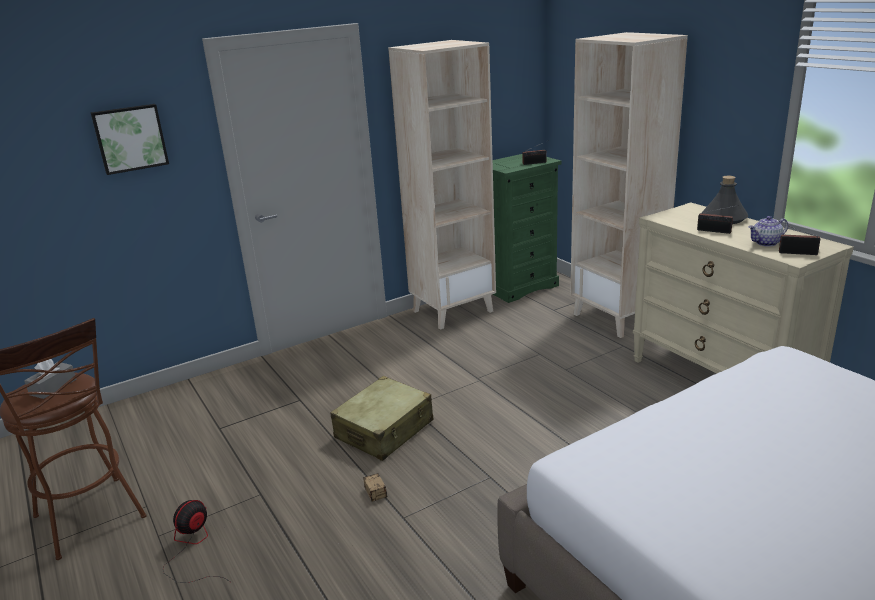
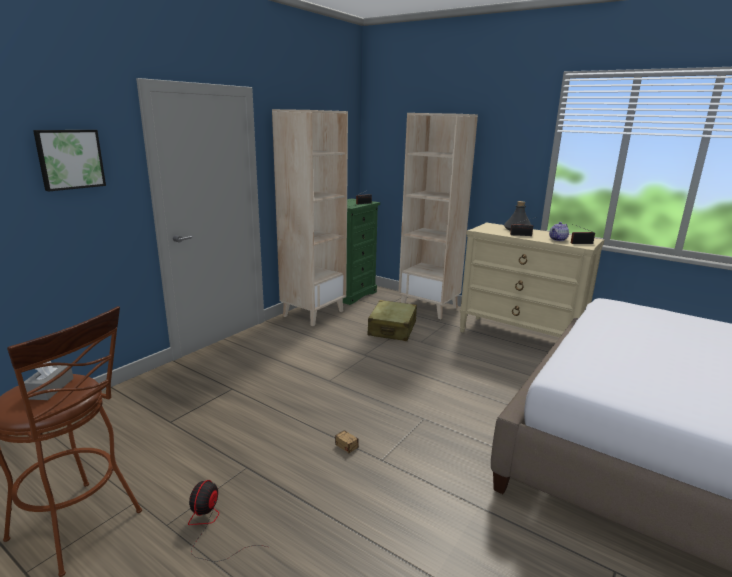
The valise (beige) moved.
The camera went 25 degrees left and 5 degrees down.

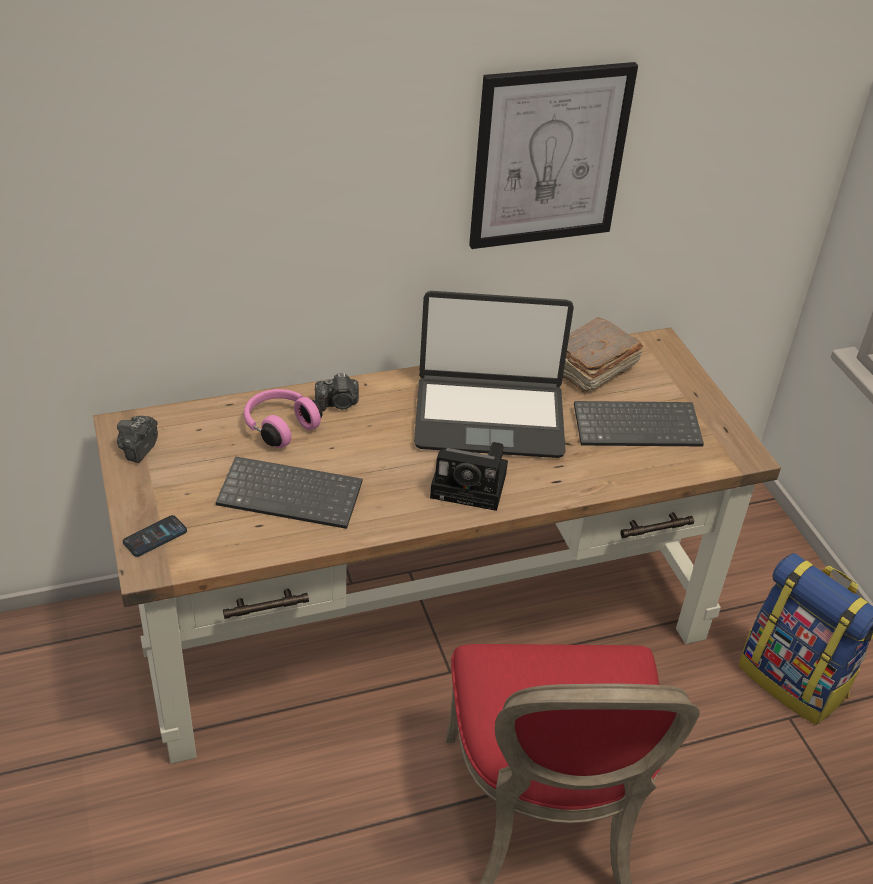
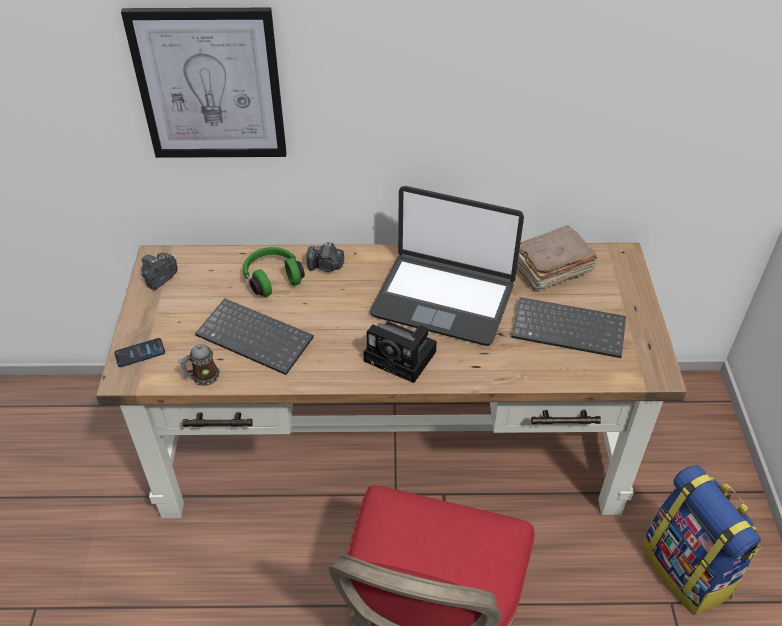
The tableau moved.
The mug appeared.
The casque audio (rose) became the casque audio (vert).
The camera went 20 degrees right and 5 degrees up.

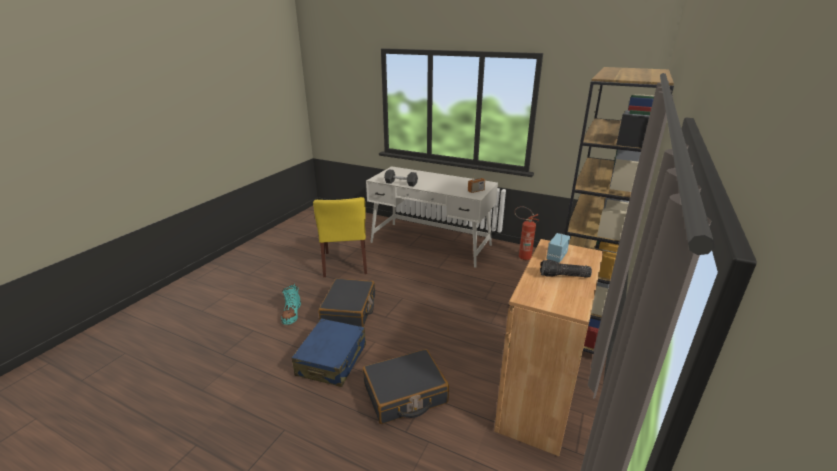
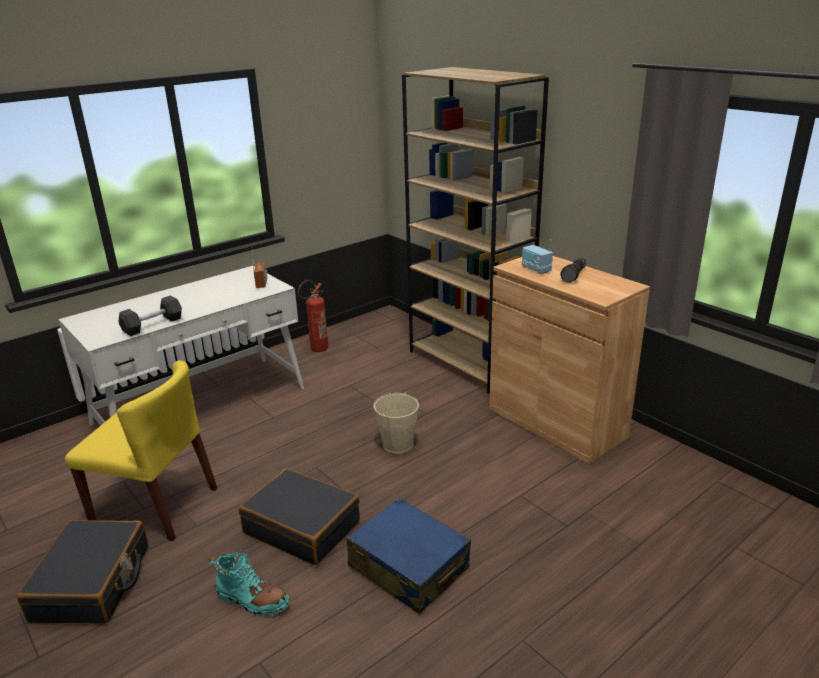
The valise (noir) (no. 2 from left in the first image) moved.
The seau (beige) appeared.
The camera went 65 degrees left and 0 degrees up.

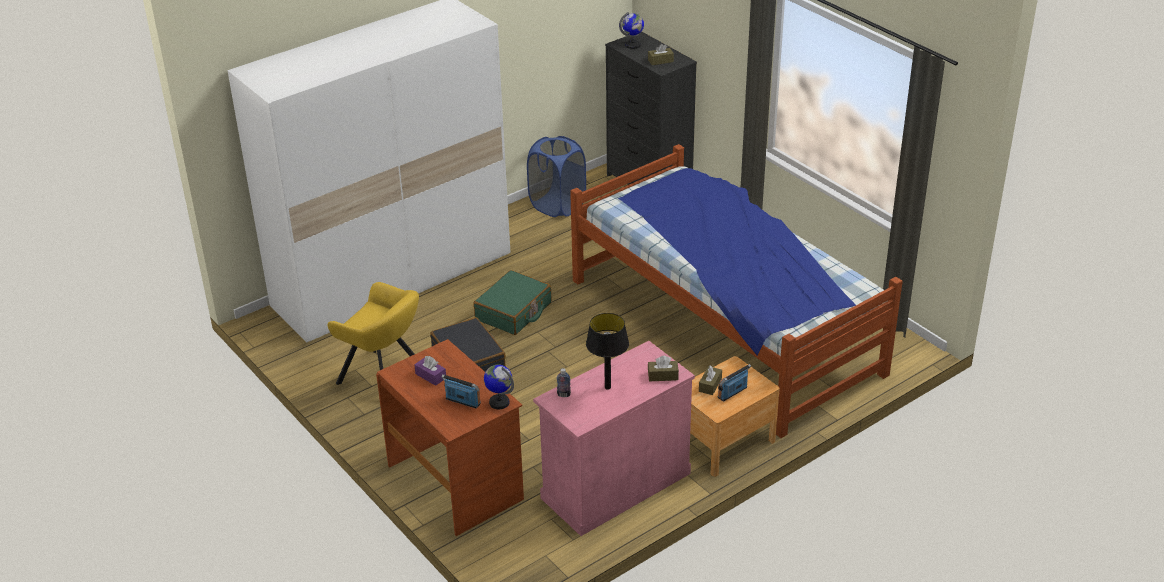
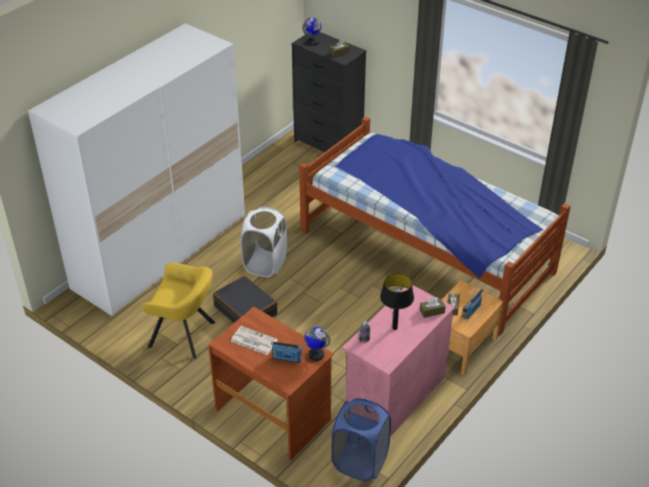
The boîte à mouchoirs (violet) was replaced by the journal.
The valise (vert) was replaced by the panier à linge (blanc).
The panier à linge (bleu) moved.
The camera went 15 degrees left and 5 degrees up.

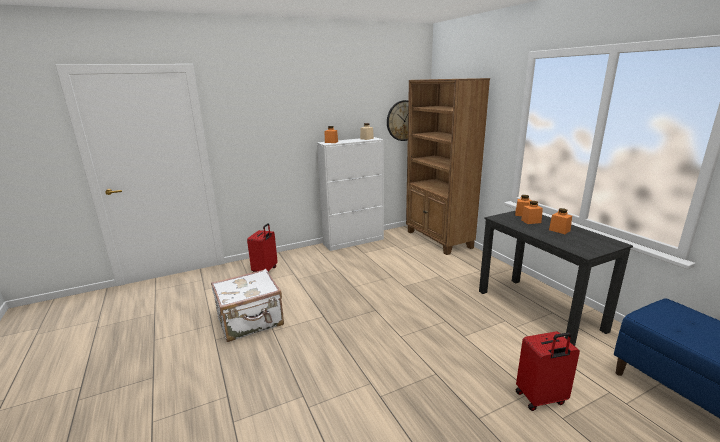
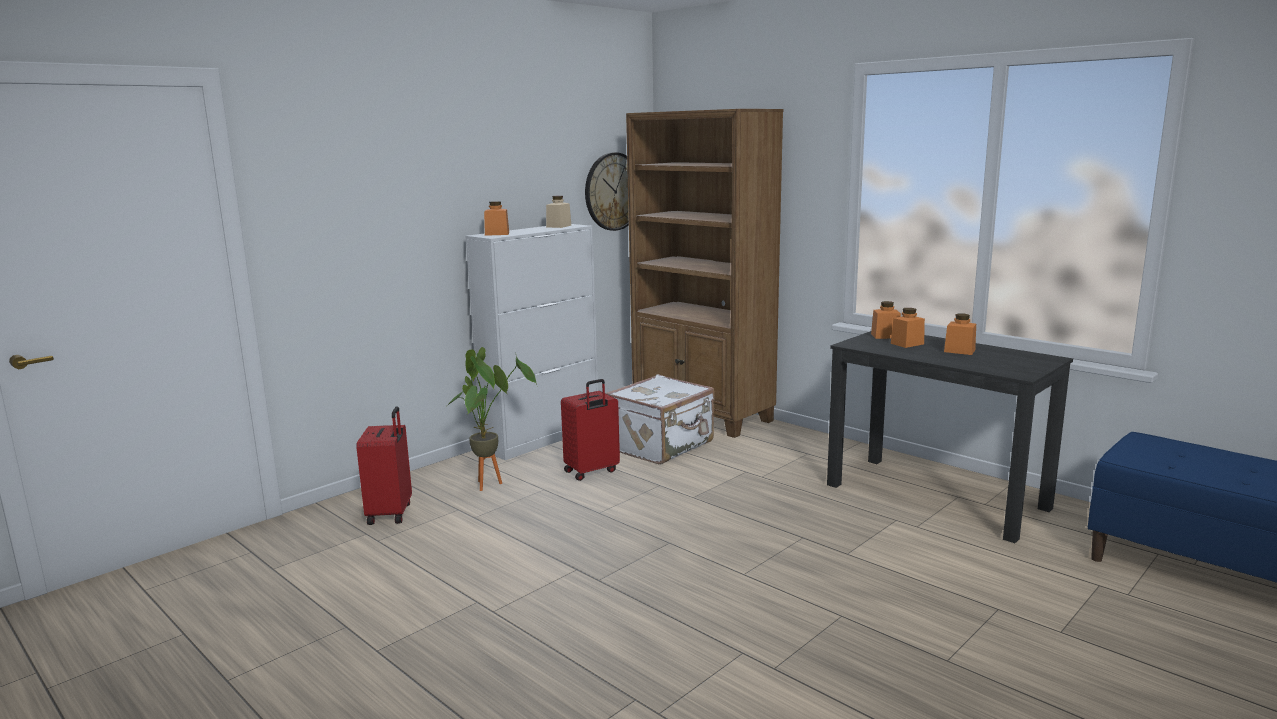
The plante en pot appeared.
The valise (rouge) (no. 2 from left) moved.
The valise (blanc) moved.
The camera went 20 degrees left and 5 degrees down.

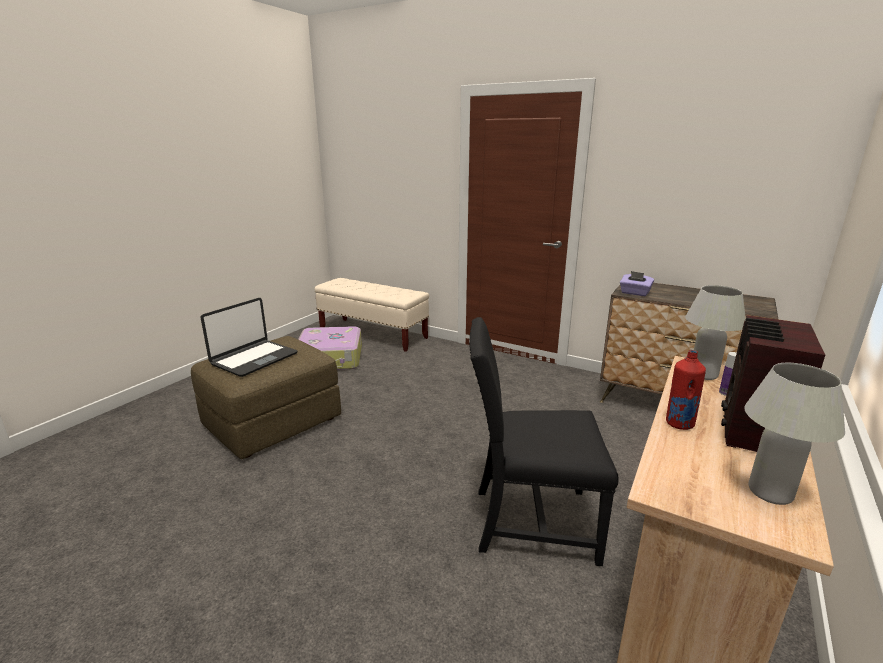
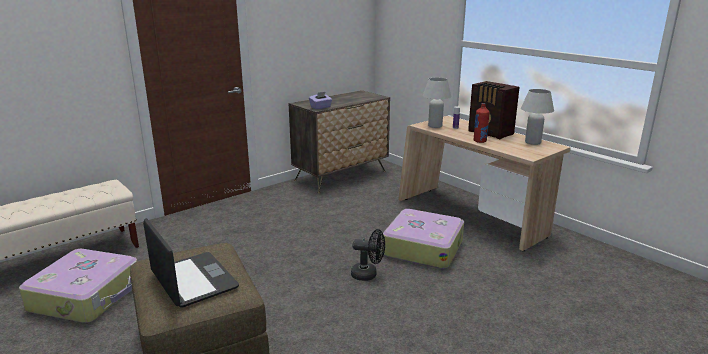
The ventilateur (noir) appeared.
The chaise (noir) was replaced by the valise (no. 2 from left).
The camera went 70 degrees left and 0 degrees up.

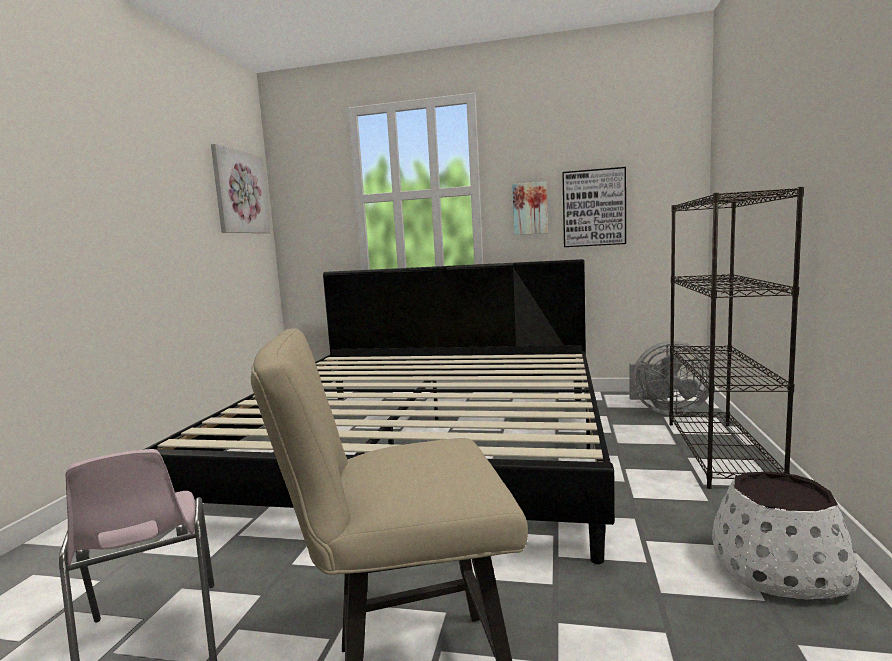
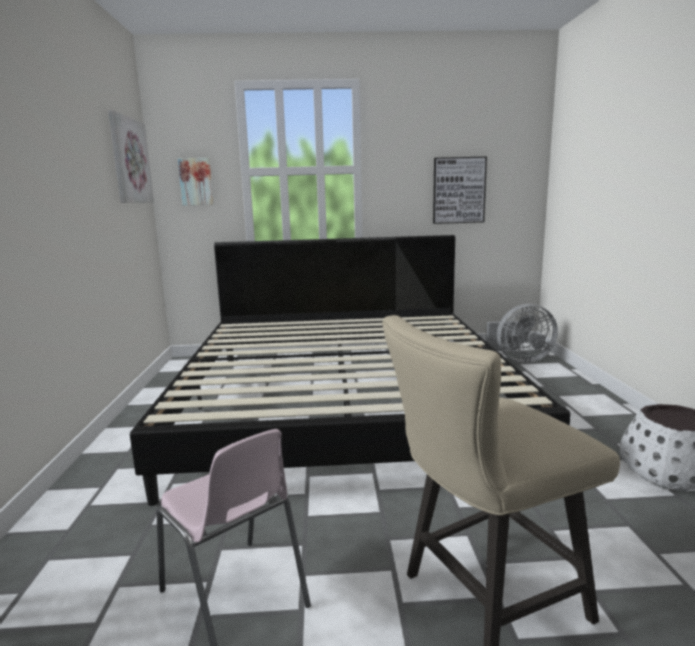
The tableau (no. 2 from left) moved.
The bibliothèque (noir) disappeared.
The camera went 15 degrees left and 5 degrees up.

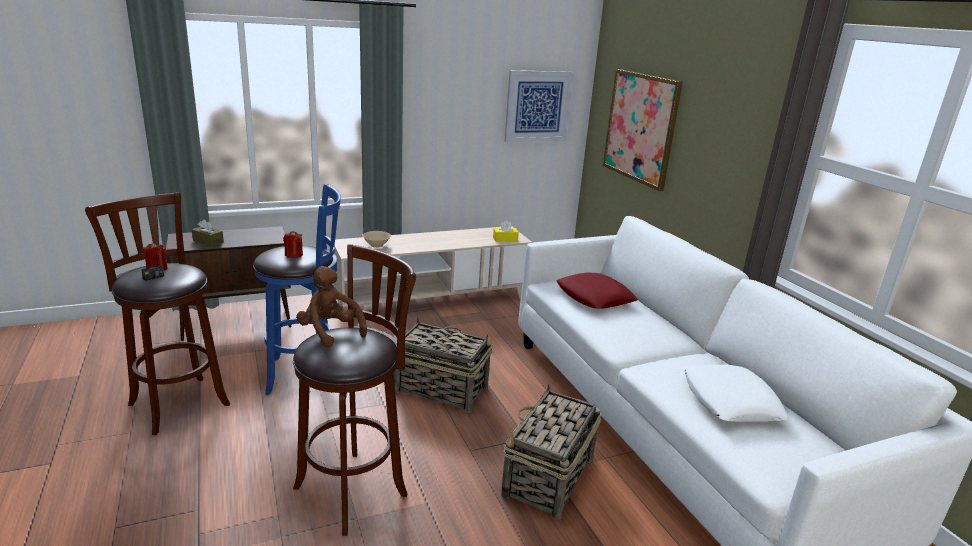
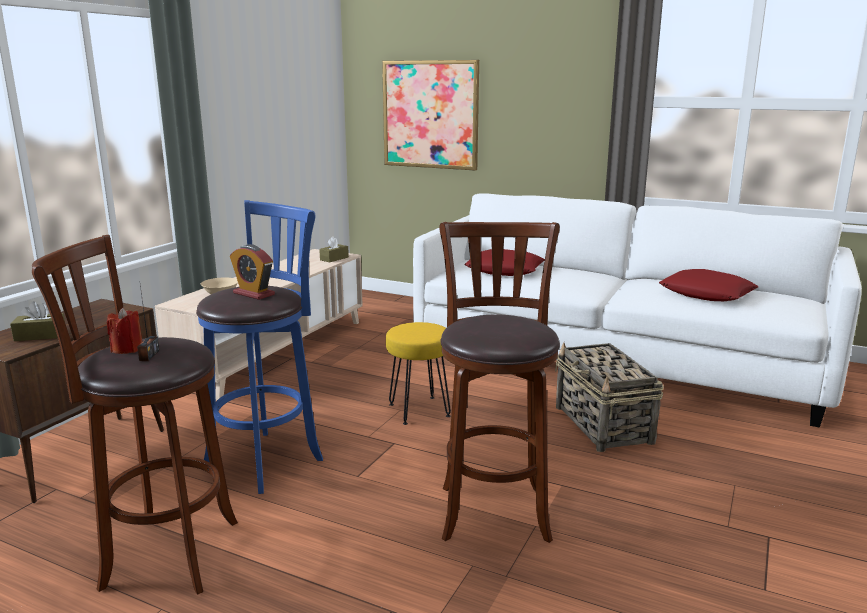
The bougie (rouge) (no. 2 from left) was replaced by the réveil.
The boîte à mouchoirs (jaune) became the boîte à mouchoirs (marron) (no. 2 from left).
The panier (no. 1 from left) was replaced by the tabouret (jaune).
The coussin (blanc) became the coussin (rouge) (no. 2 from left).
The peluche (marron) disappeared.
The tableau (no. 1 from left) disappeared.
The camera went 40 degrees left and 5 degrees down.

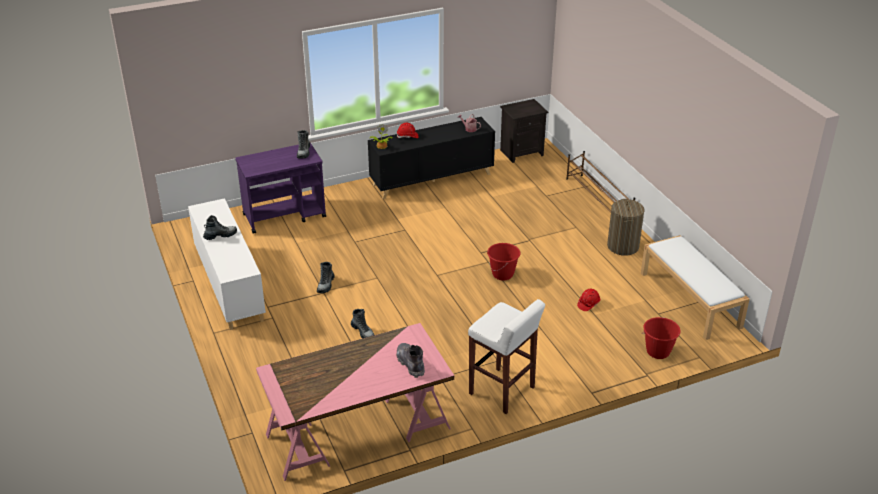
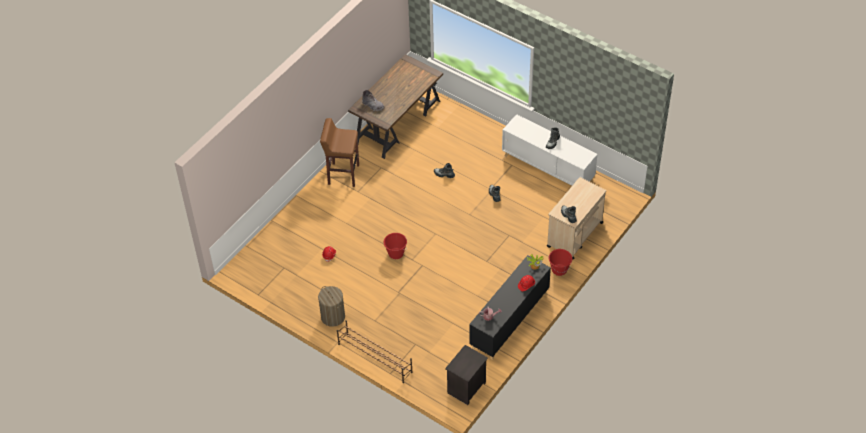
The tabouret (blanc) became the tabouret (marron).
The bureau (rose) became the bureau (marron).
The chariot (violet) became the chariot (beige).
The seau (rouge) (no. 2 from left) moved.
The banc (blanc) disappeared.
The camera went 150 degrees right and 15 degrees up.

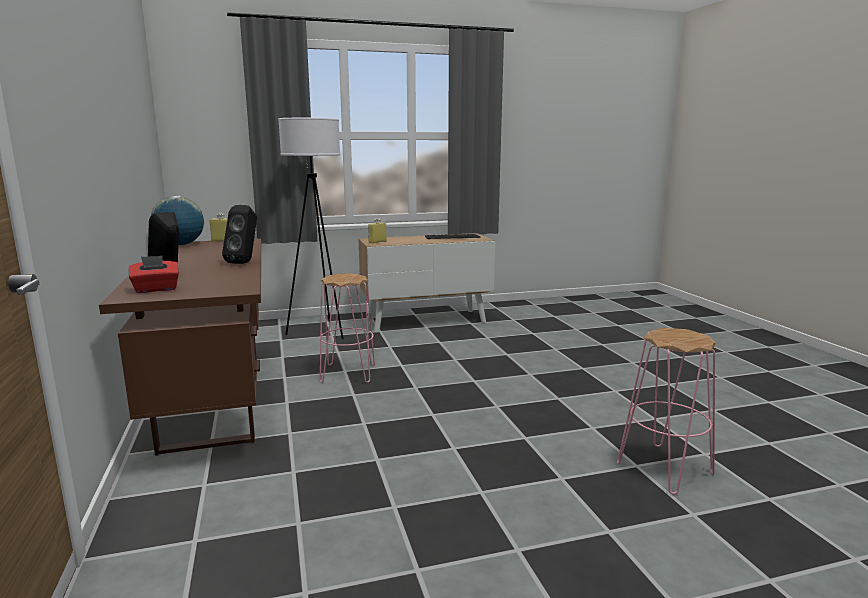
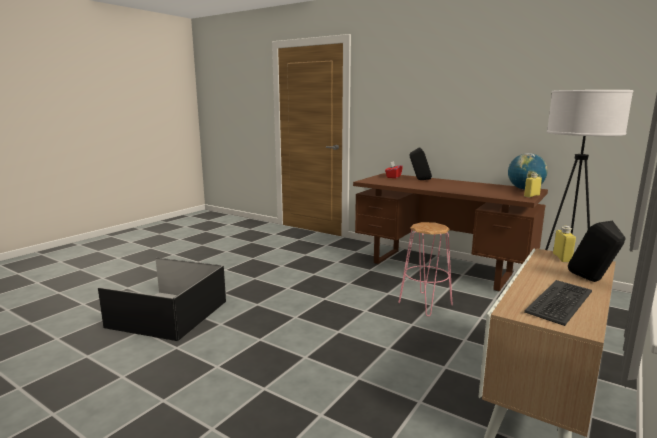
The tabouret (rose) (no. 2 from left) was replaced by the boîte de rangement (noir).
The enceinte (noir) (no. 2 from left) moved.
The camera went 140 degrees right and 0 degrees up.

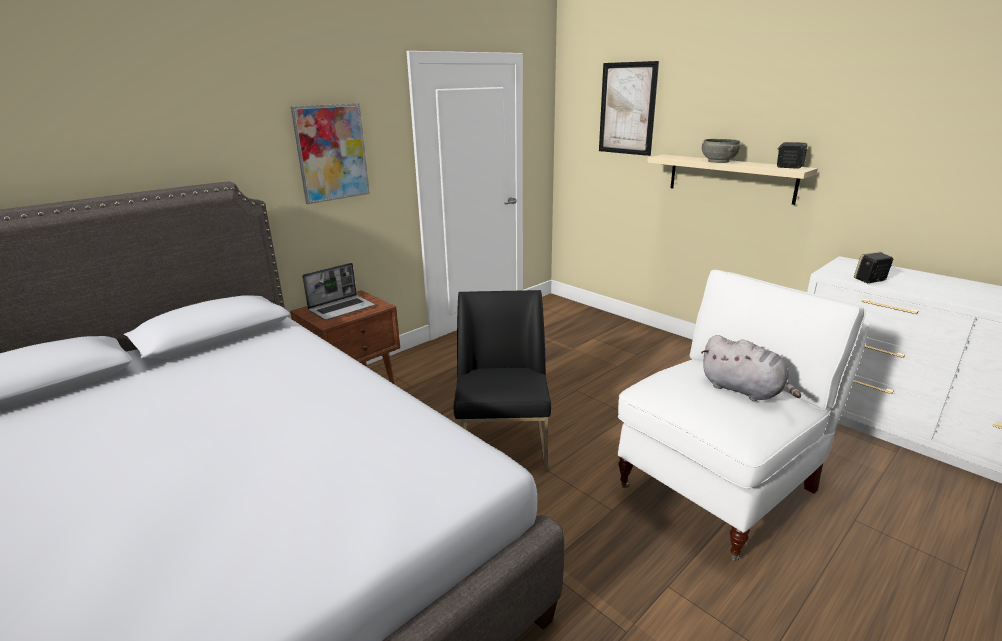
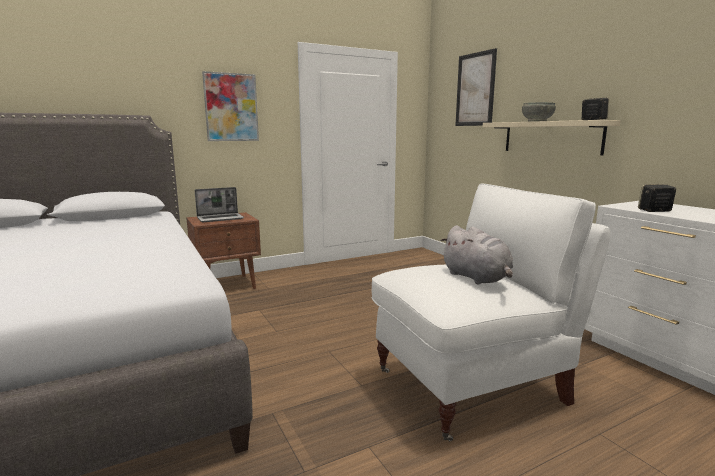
The chaise (noir) disappeared.
The camera went 15 degrees right and 10 degrees down.

